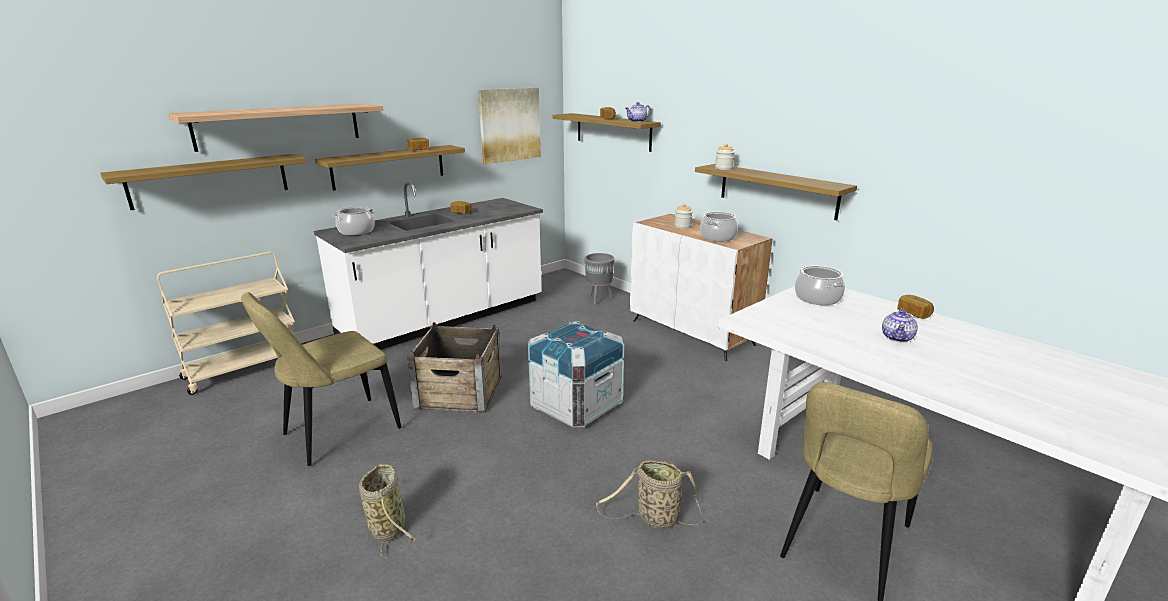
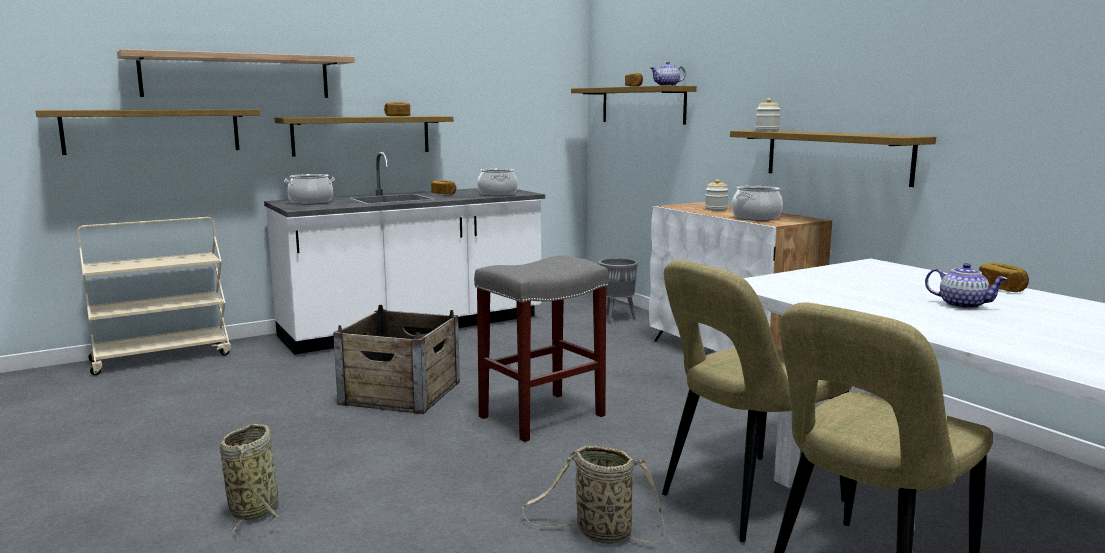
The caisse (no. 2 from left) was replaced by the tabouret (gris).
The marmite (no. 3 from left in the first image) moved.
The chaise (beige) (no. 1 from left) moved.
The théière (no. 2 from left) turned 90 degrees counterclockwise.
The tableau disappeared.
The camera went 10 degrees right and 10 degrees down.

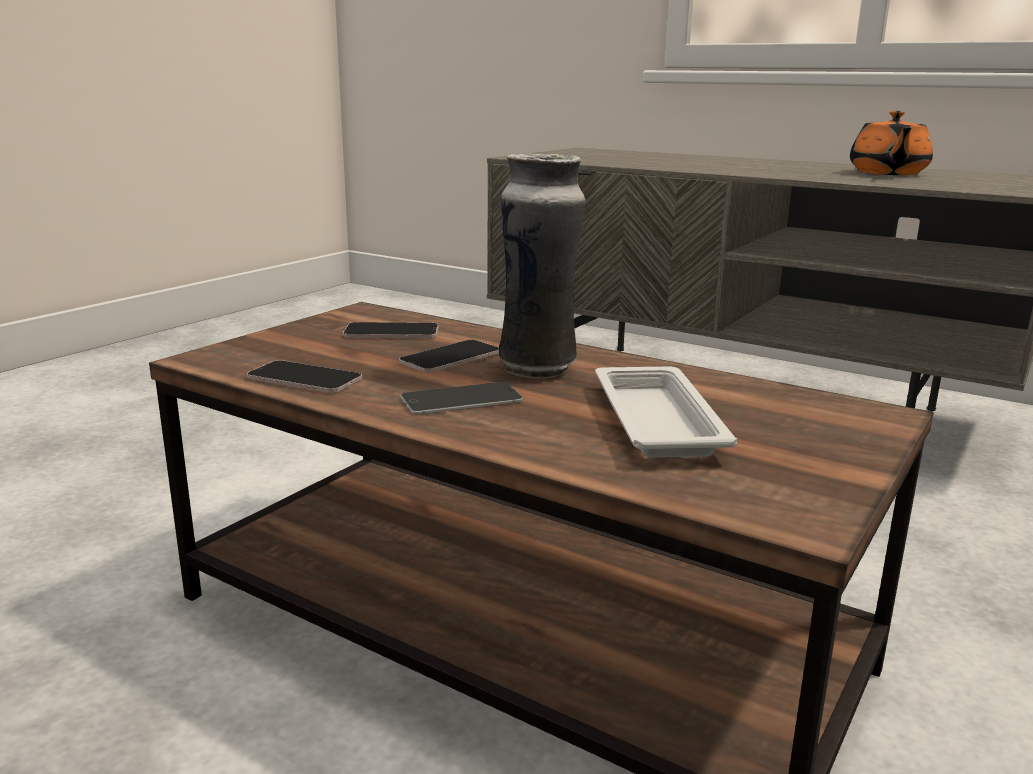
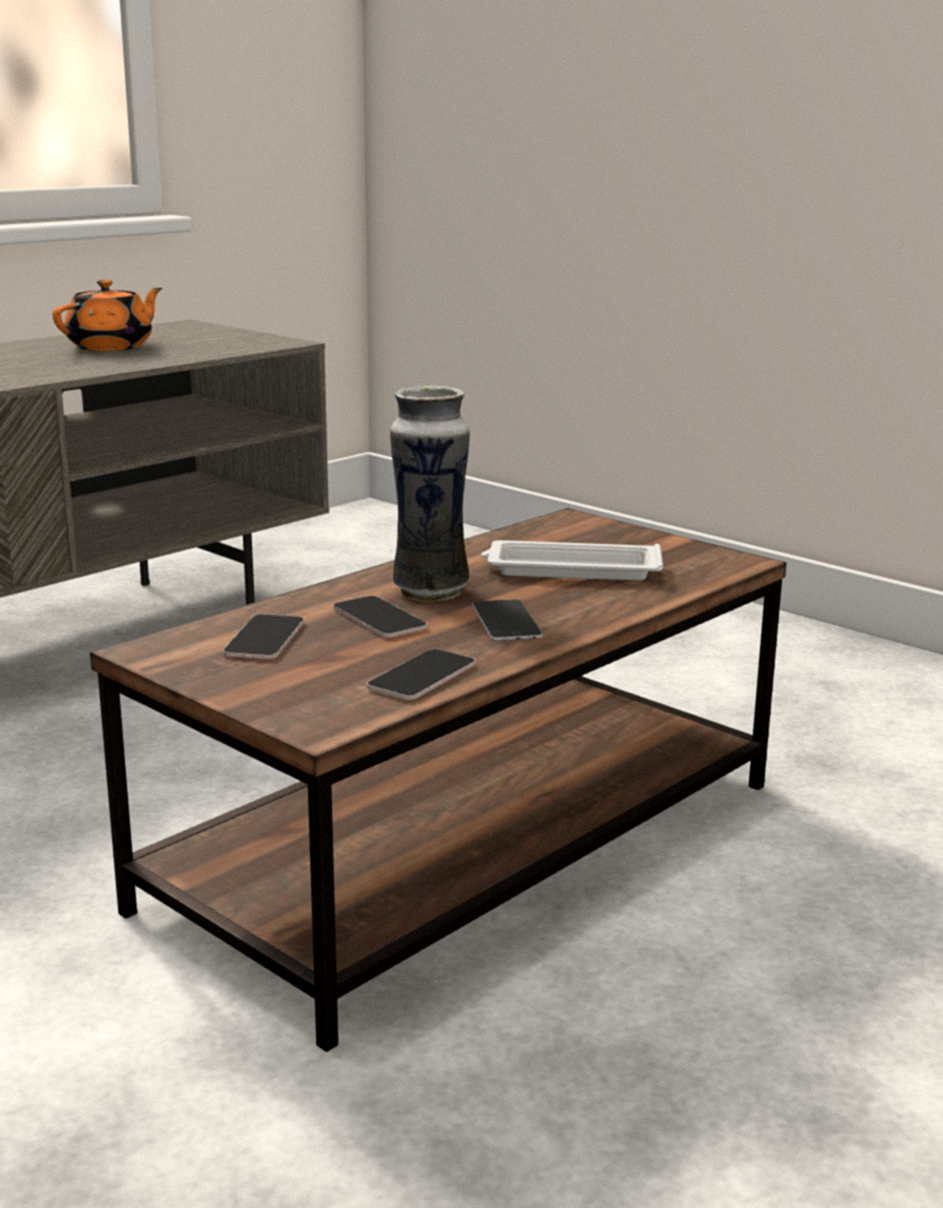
The théière (orange) turned 75 degrees counterclockwise.
The camera went 80 degrees left and 0 degrees up.

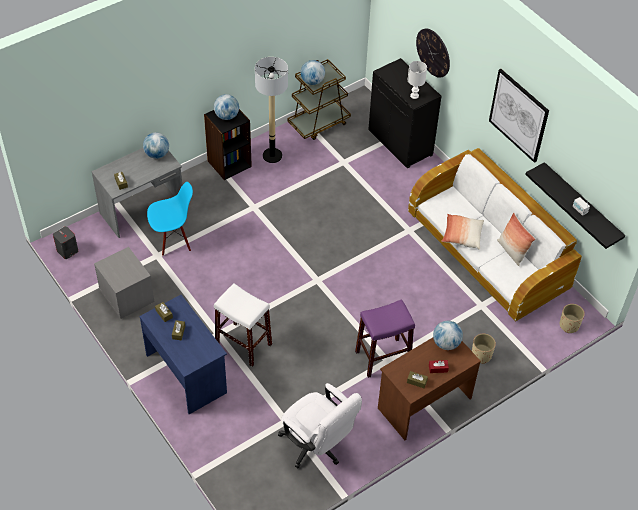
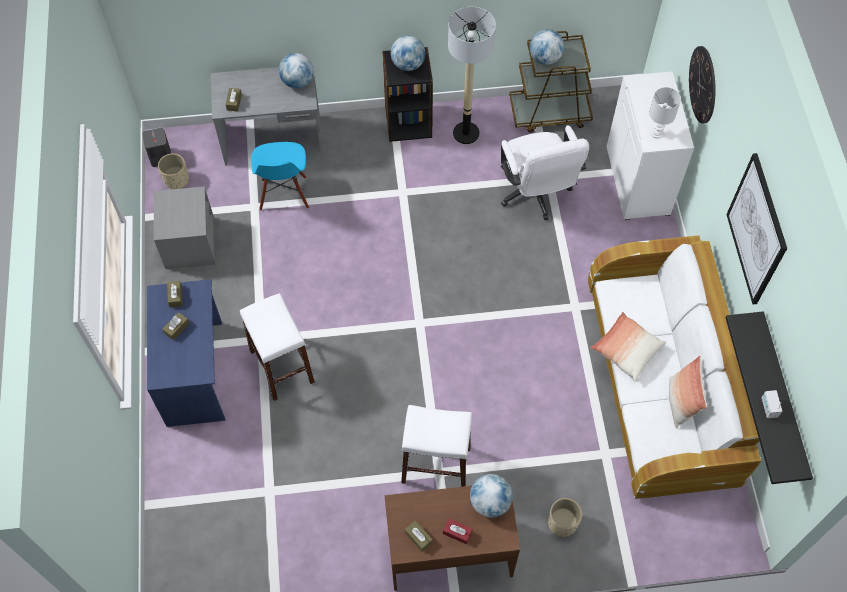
The cache-pot (beige) (no. 2 from left in the first image) moved.
The chaise (bleu) turned 75 degrees clockwise.
The tabouret (violet) became the tabouret (blanc) (no. 2 from left).
The chaise de bureau (blanc) moved.
The meuble de rangement (noir) became the meuble de rangement (blanc).
The camera went 30 degrees right and 10 degrees up.

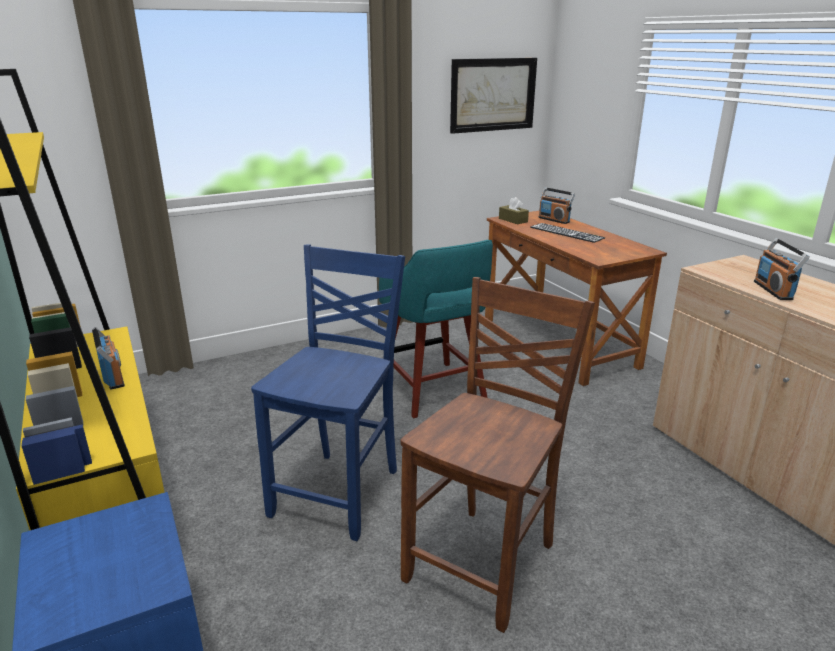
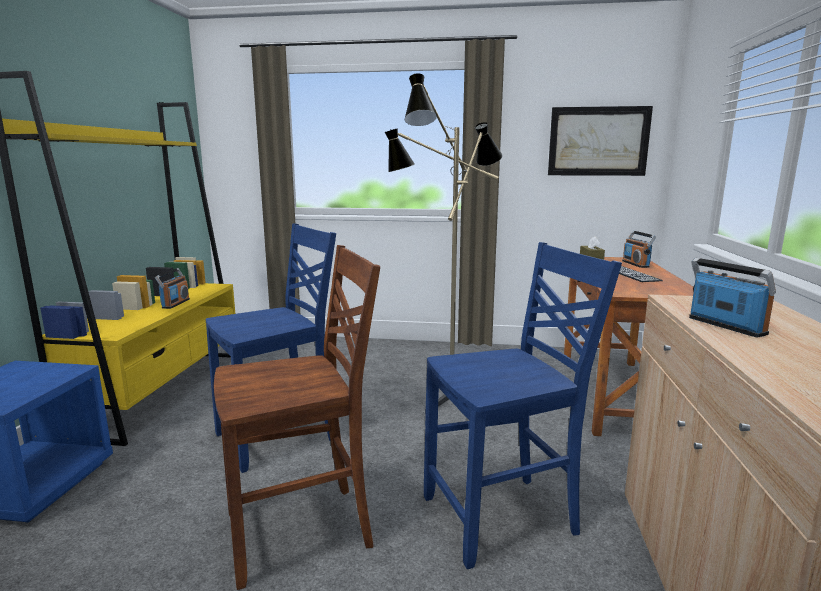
The tabouret (turquoise) was replaced by the lampadaire.
The chaise (bleu) (no. 2 from left) appeared.
The radio (no. 3 from left) turned 120 degrees clockwise.
The camera went 35 degrees right and 10 degrees down.

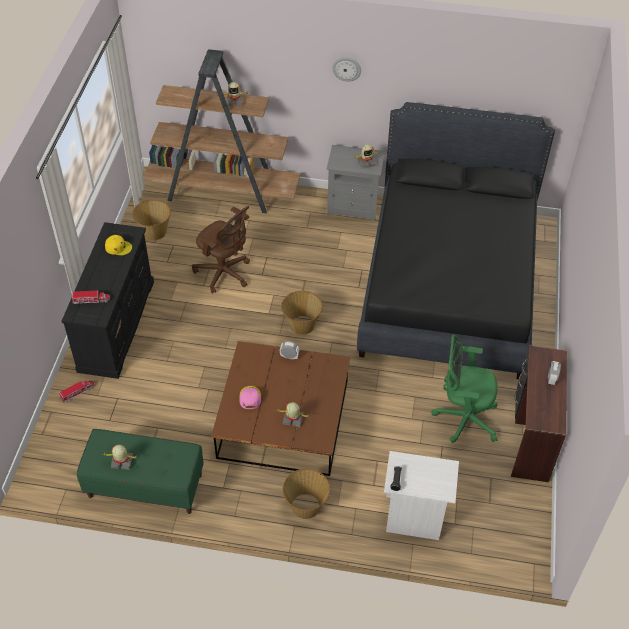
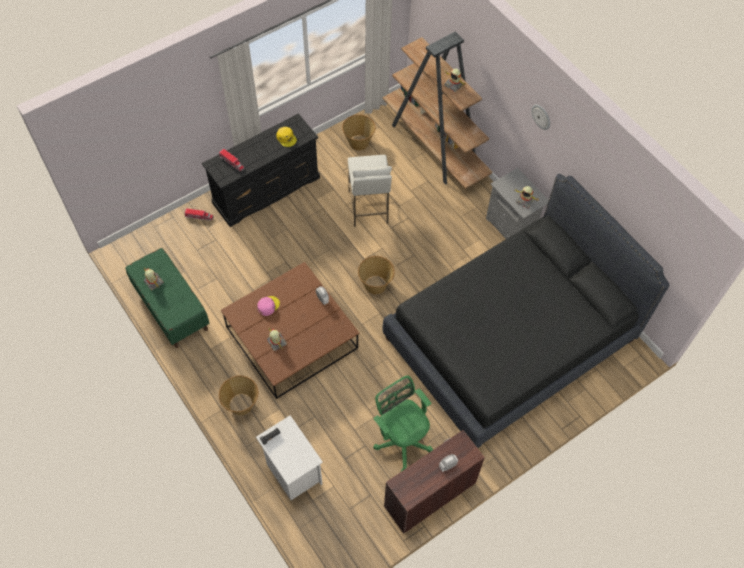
The chaise de bureau (marron) was replaced by the tabouret (blanc).
The camera went 45 degrees right and 10 degrees up.

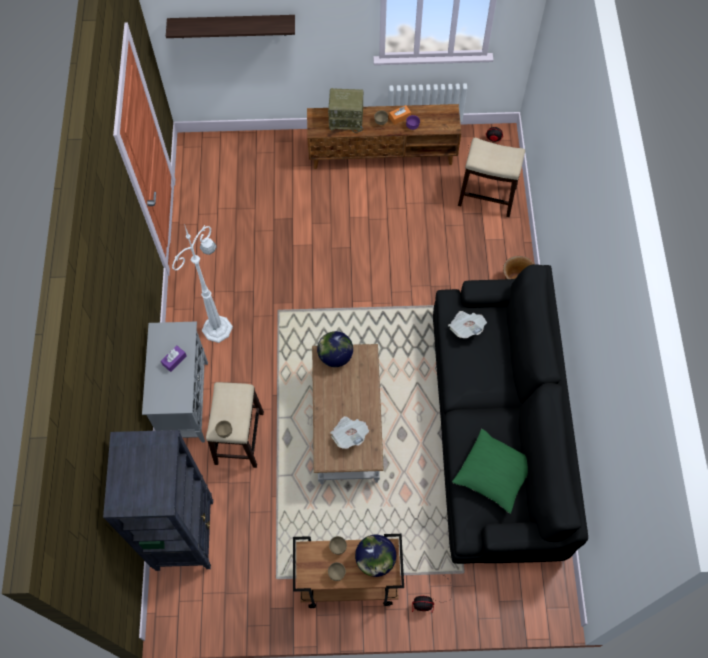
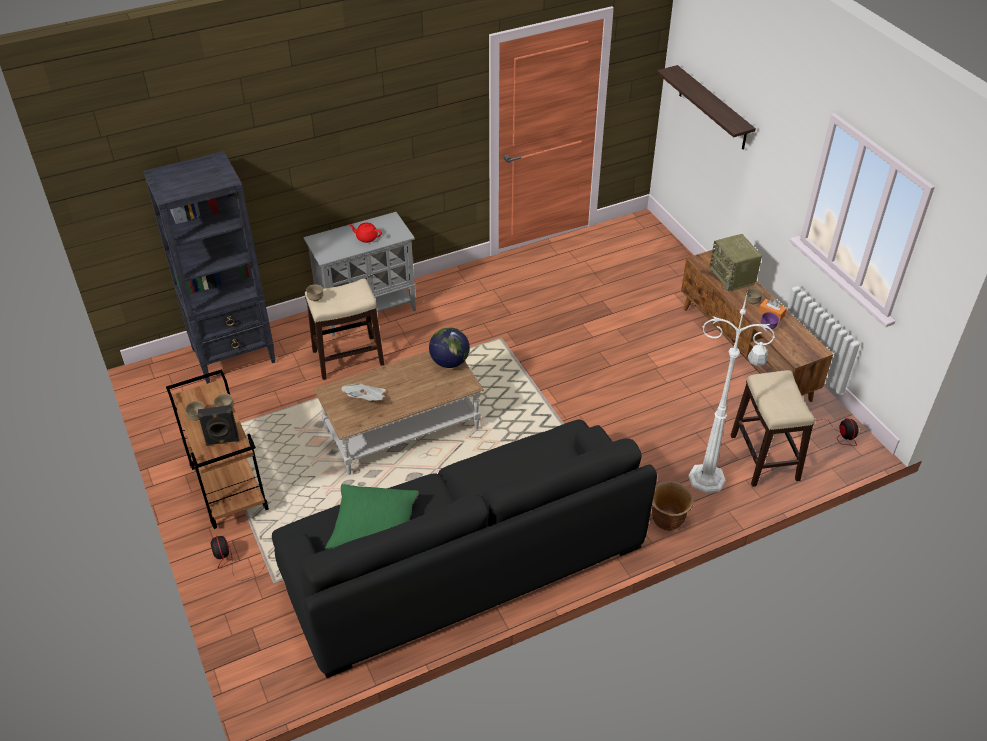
The globe (no. 2 from left) was replaced by the enceinte (noir).
The boîte à mouchoirs (violet) was replaced by the théière (rouge).
The lampadaire (blanc) moved.
The journal (no. 2 from left) disappeared.
The camera went 65 degrees right and 20 degrees down.

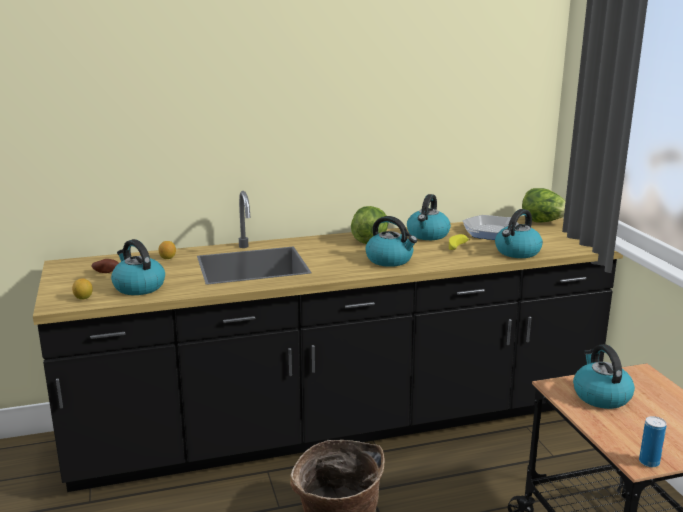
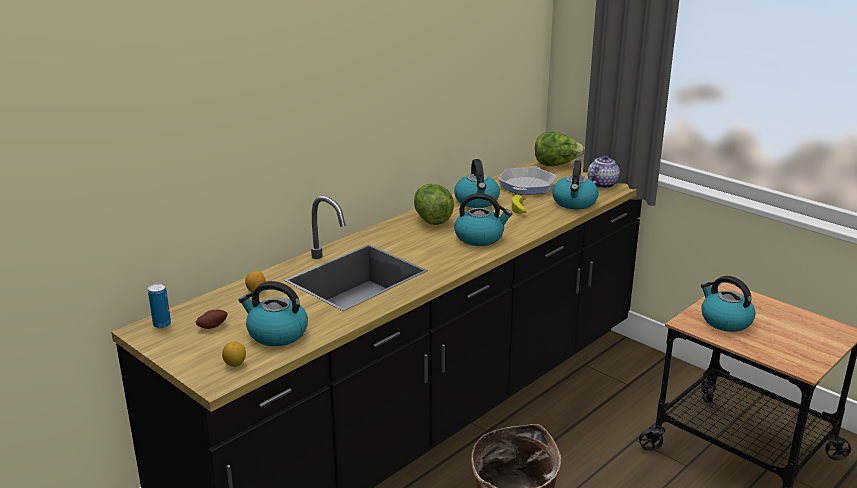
The boîte métallique moved.
The théière appeared.
The camera went 30 degrees left and 5 degrees up.

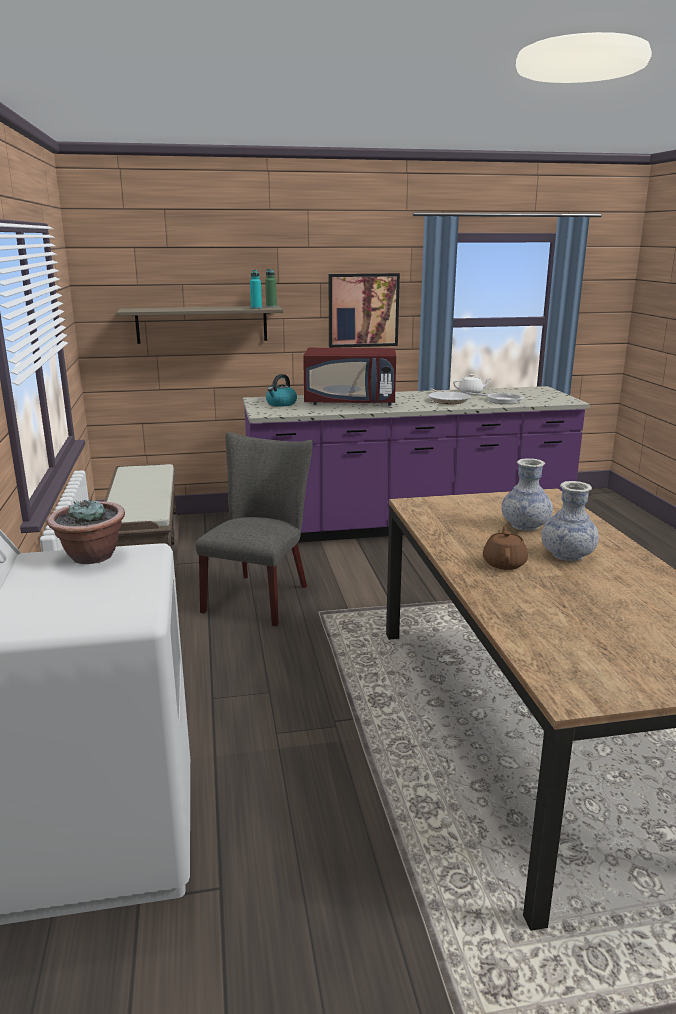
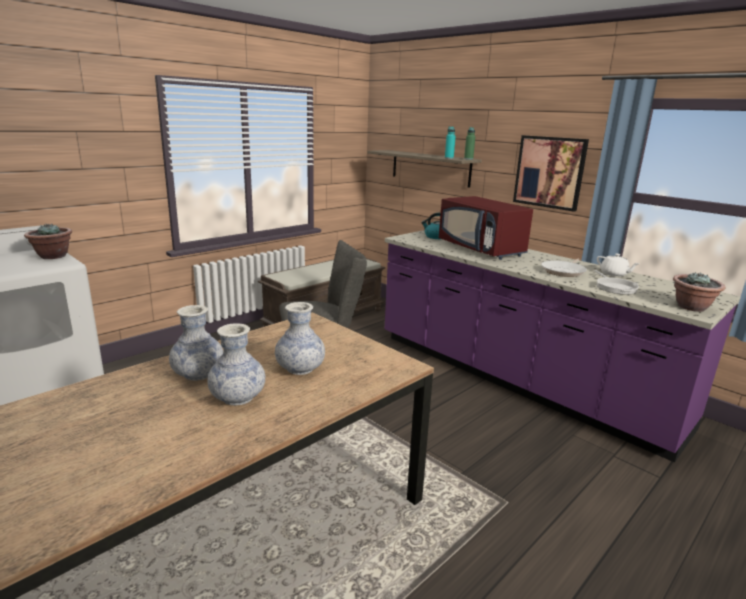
The théière (marron) was replaced by the vase (no. 1 from left).
The plante en pot (no. 2 from left) appeared.
The camera went 55 degrees right and 0 degrees up.

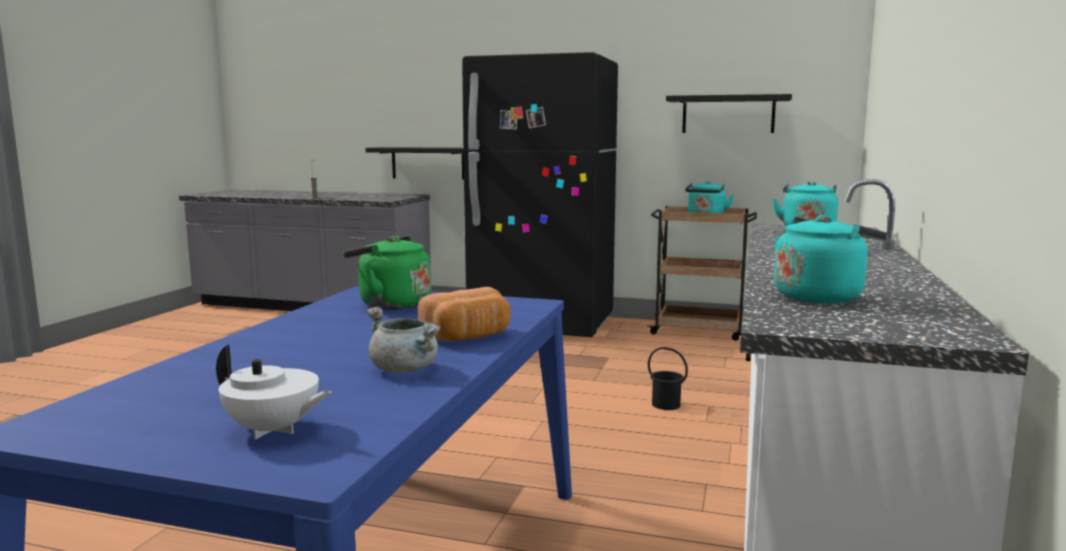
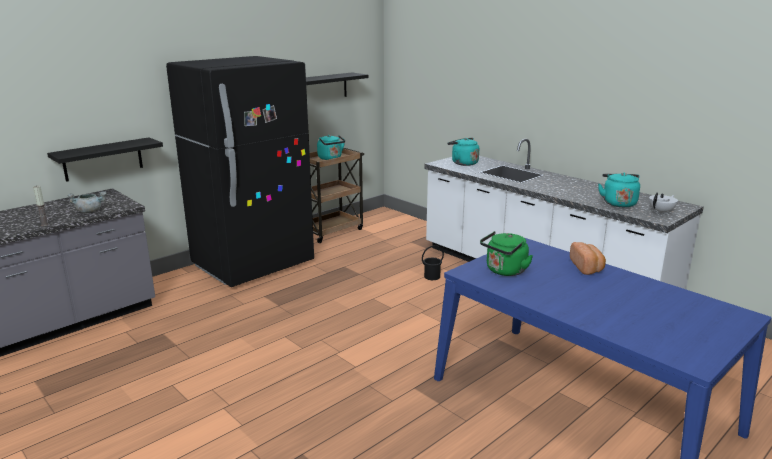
The marmite (gris) moved.
The théière (blanc) moved.
The camera went 60 degrees left and 10 degrees up.

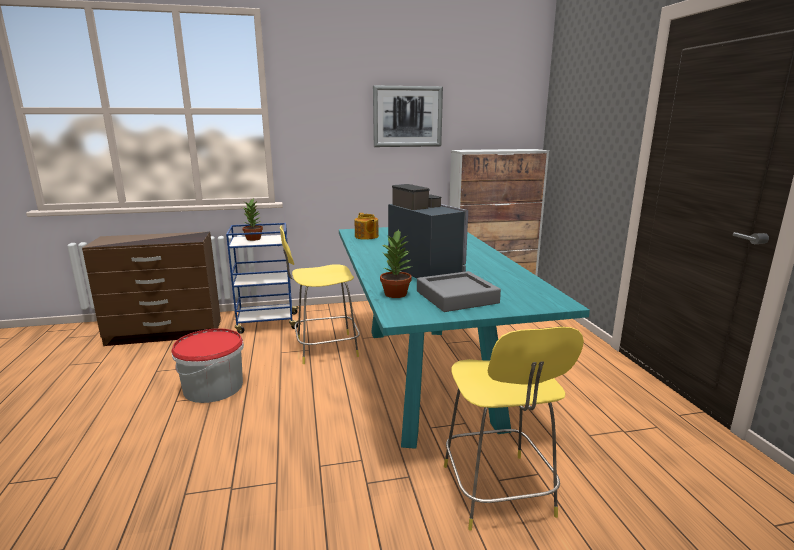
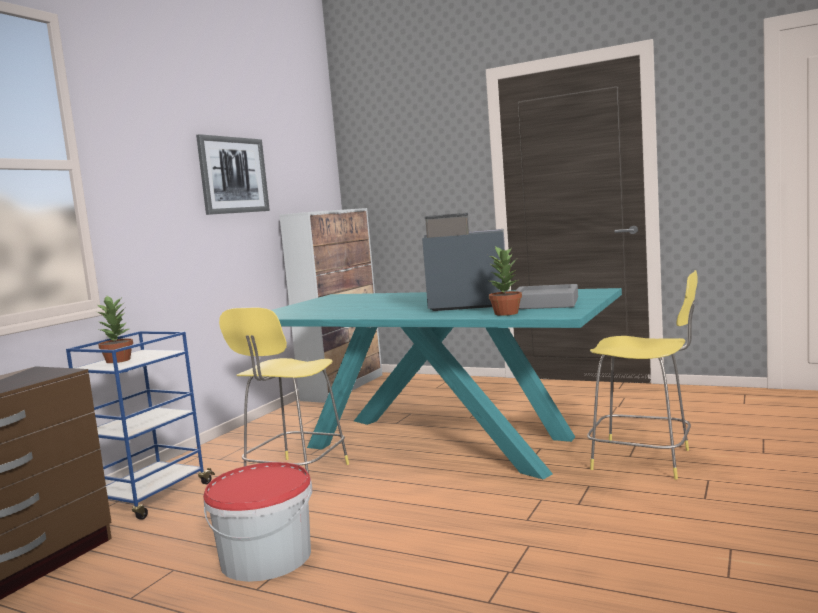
The théière disappeared.
The camera went 50 degrees left and 10 degrees down.

